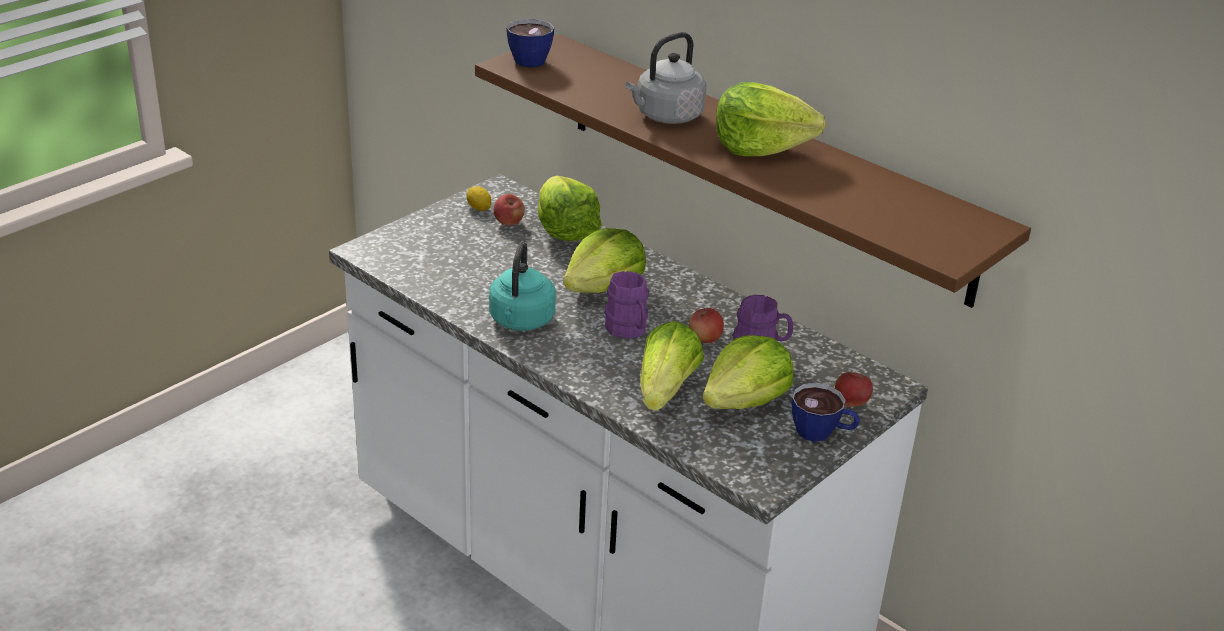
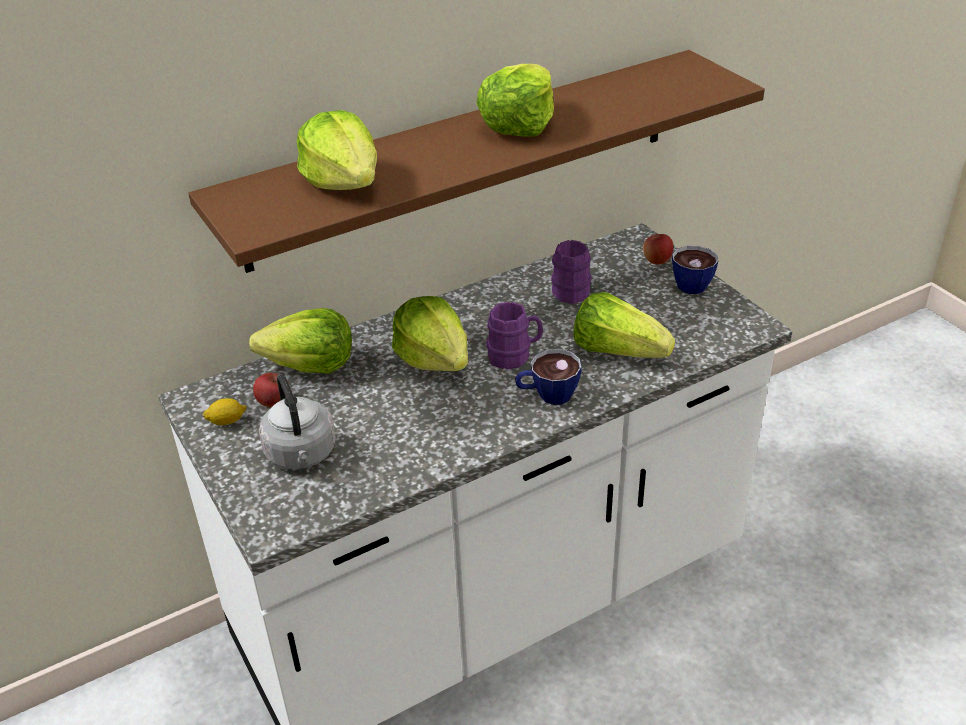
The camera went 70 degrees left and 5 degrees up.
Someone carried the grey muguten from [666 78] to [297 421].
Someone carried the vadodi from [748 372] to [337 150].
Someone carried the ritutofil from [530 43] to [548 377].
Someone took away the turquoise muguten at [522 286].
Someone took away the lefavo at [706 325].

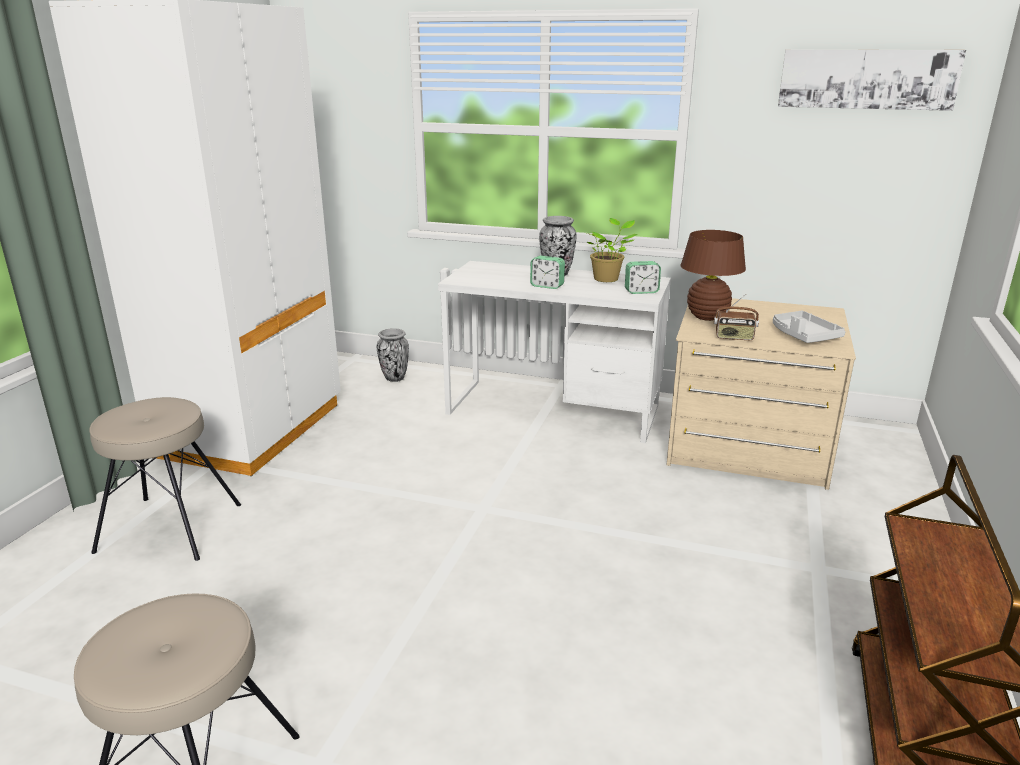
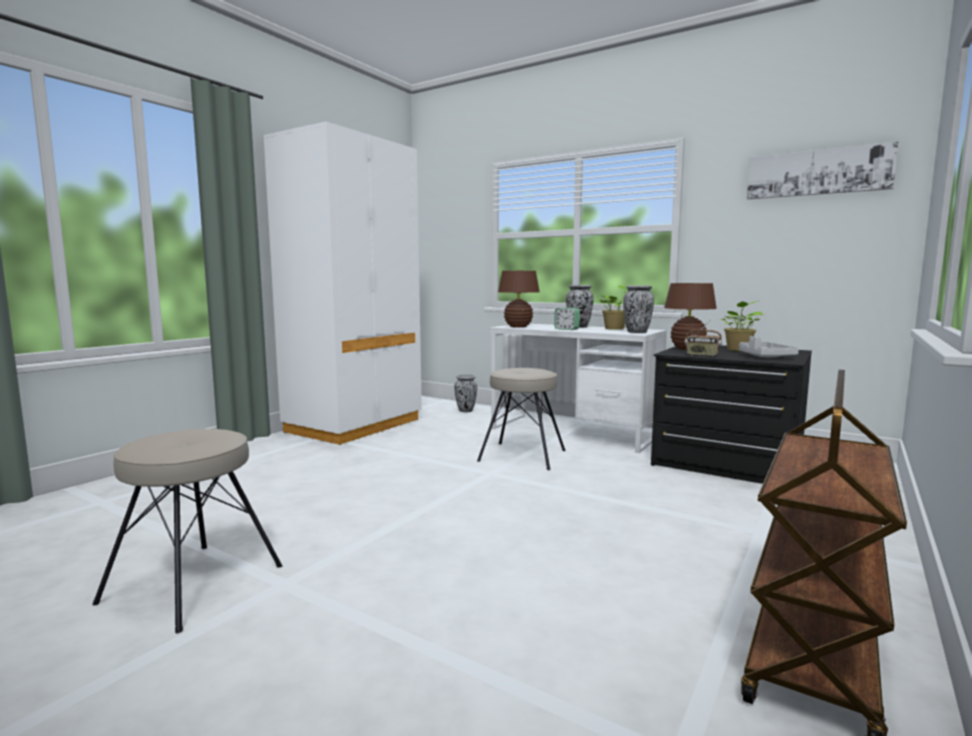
The camera went 15 degrees right and 15 degrees down.
Someone carried the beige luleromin from [165 479] to [521 419].
Someone put down the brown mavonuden at [519 299].
Someone swapped the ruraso at [643 277] for the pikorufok at [638 309].
Someone repainted the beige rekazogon at [761 394], which became the black rekazogon at [731 414].
Someone put down the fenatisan at [742 326].

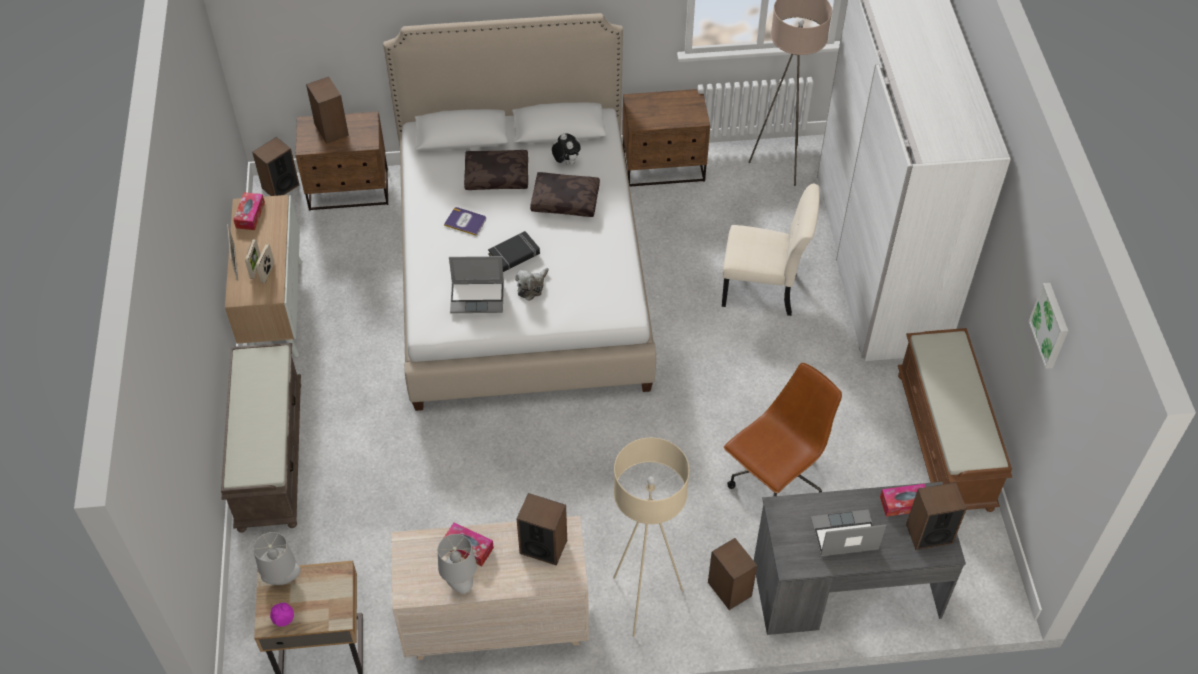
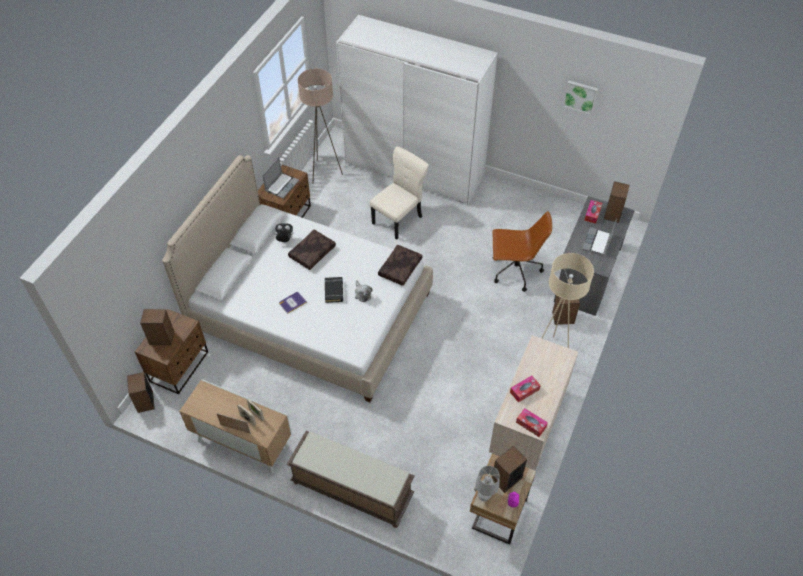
The camera went 60 degrees left and 0 degrees up.
Someone carried the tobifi from [476 284] to [281 177].
Someone carried the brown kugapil from [496 170] to [400 265].
Someone rotated the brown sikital at [783 429] by 105 degrees clockwise.
Someone carried the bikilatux from [541 529] to [509 469].
Someone carried the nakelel from [249 211] to [532 422].
Someone took away the grey mavonuden at [457 564].
Someone took away the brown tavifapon at [955 420].

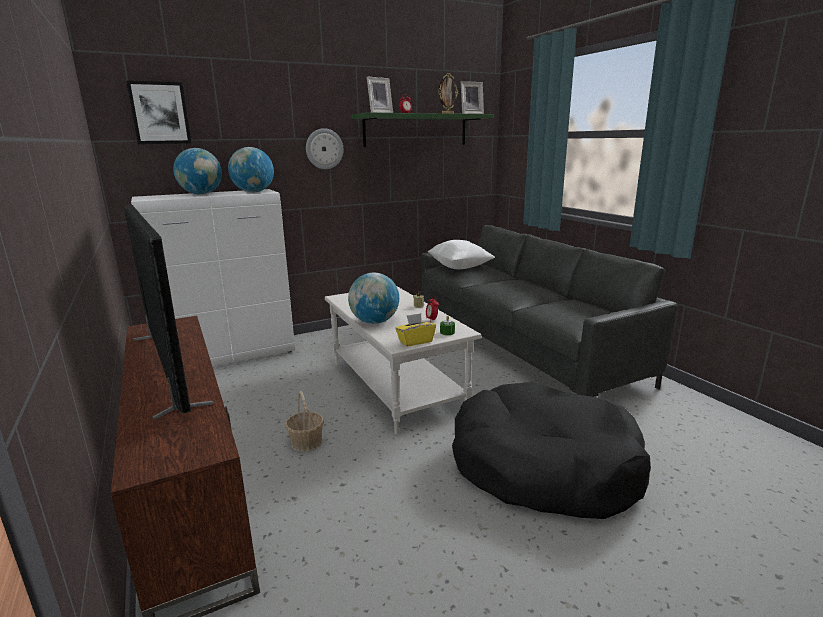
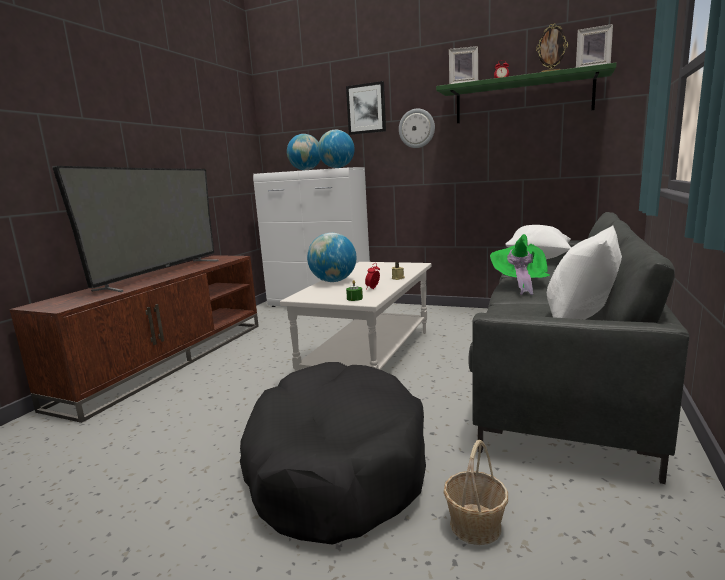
The camera went 50 degrees right and 5 degrees down.
Someone carried the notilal from [159 112] to [366 108].
Someone carried the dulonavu from [304 421] to [476 492].
Someone put down the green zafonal at [520 264].
Someone put down the white kugapil at [584 272].
Someone took away the yellow nakelel at [415 330].

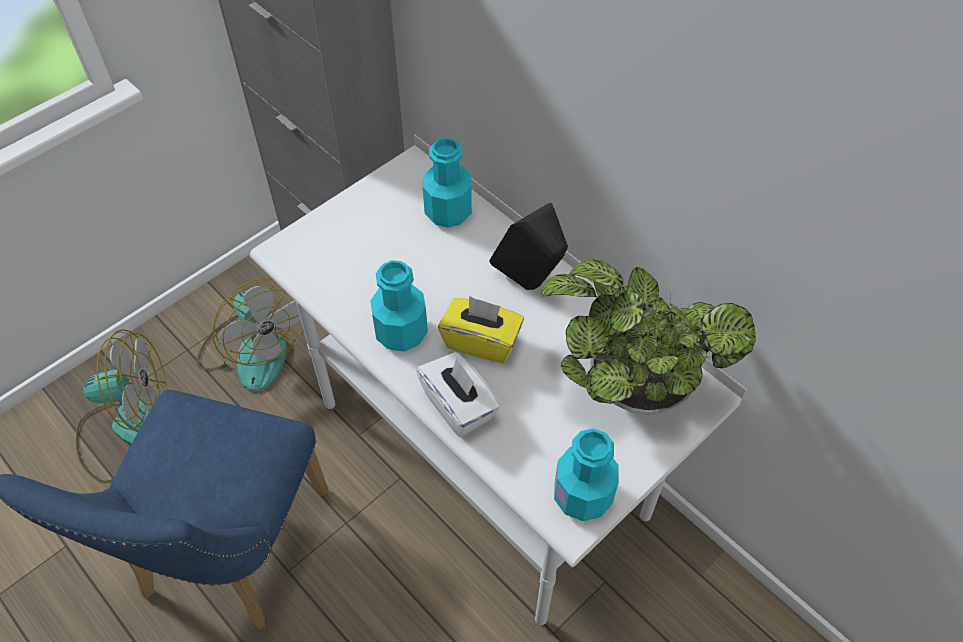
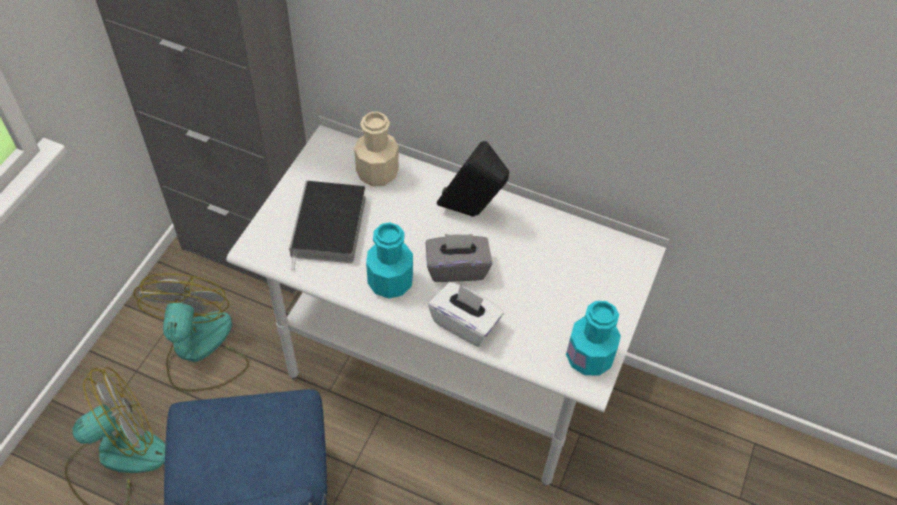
The camera went 25 degrees left and 0 degrees up.
Someone rotated the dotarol at [250 335] by 120 degrees counterclockwise.
Someone put down the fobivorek at [327 226].
Someone repainted the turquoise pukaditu at [447 183], which became the beige pukaditu at [376 149].
Someone repainted the yellow nakelel at [481 329], which became the grey nakelel at [459 258].
Someone took away the fenatisan at [648 337].

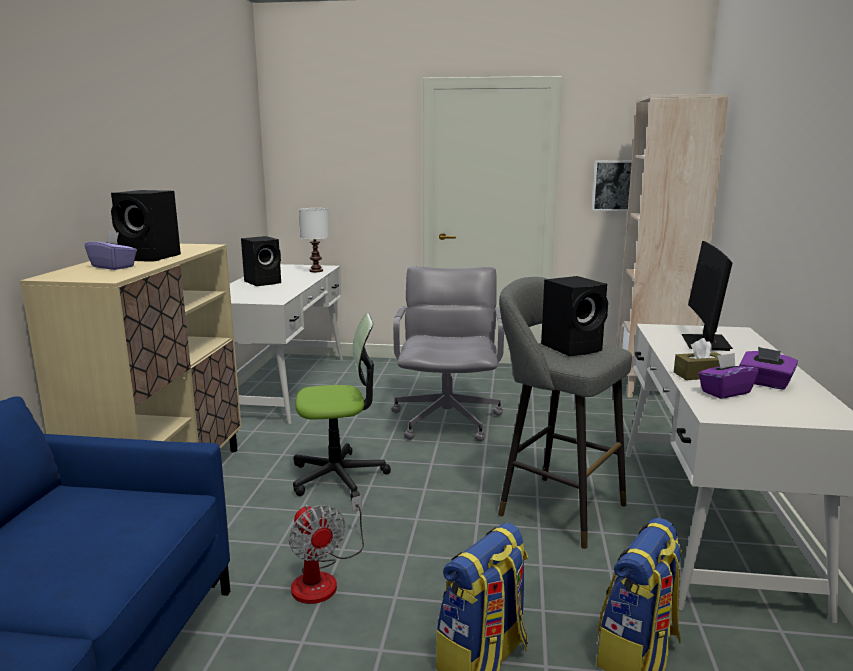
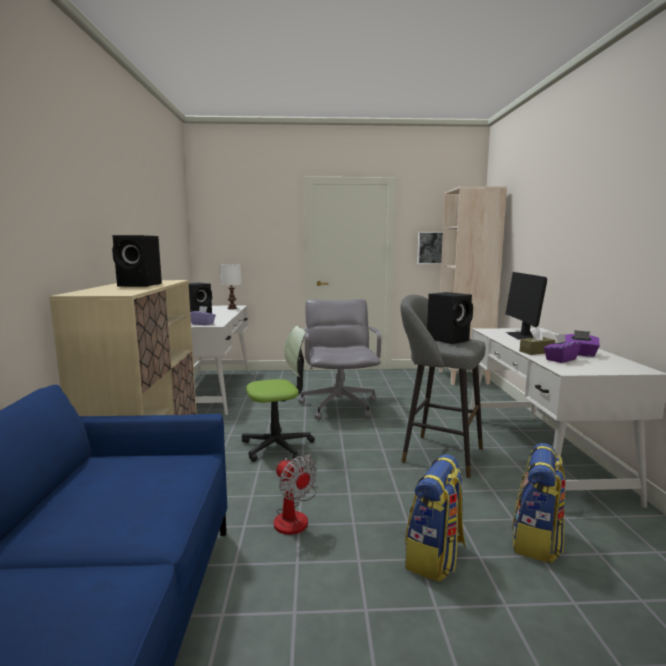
The camera went 10 degrees left and 5 degrees down.
Someone carried the purple nakelel from [111 250] to [203 315].

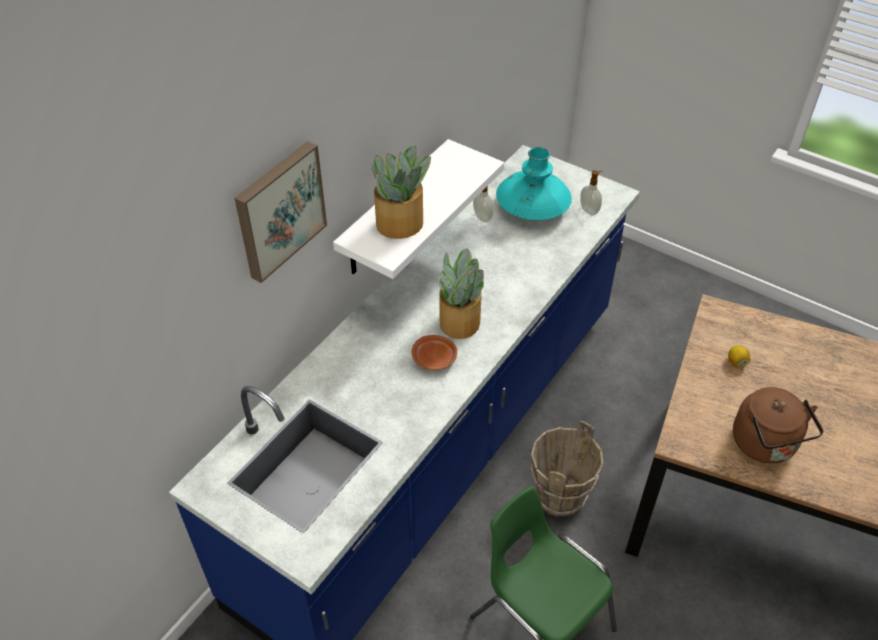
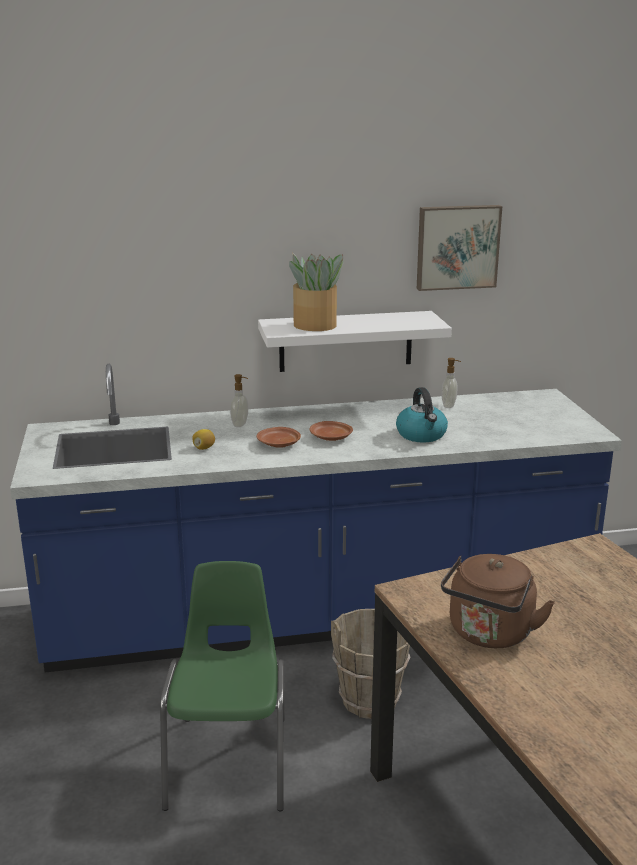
The camera went 45 degrees right and 25 degrees down.
Someone carried the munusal from [739 356] to [203 439].
Someone carried the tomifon from [591 192] to [239 400].
Someone swapped the fenatisan at [461 293] for the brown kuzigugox at [331 431].
Someone put down the muguten at [422 415].
Someone carried the notilal from [281 212] to [459 248].
Someone took away the turquoise pikorufok at [534 183].

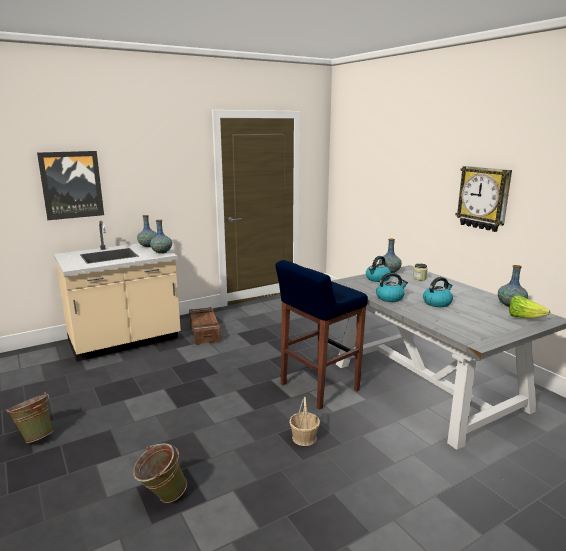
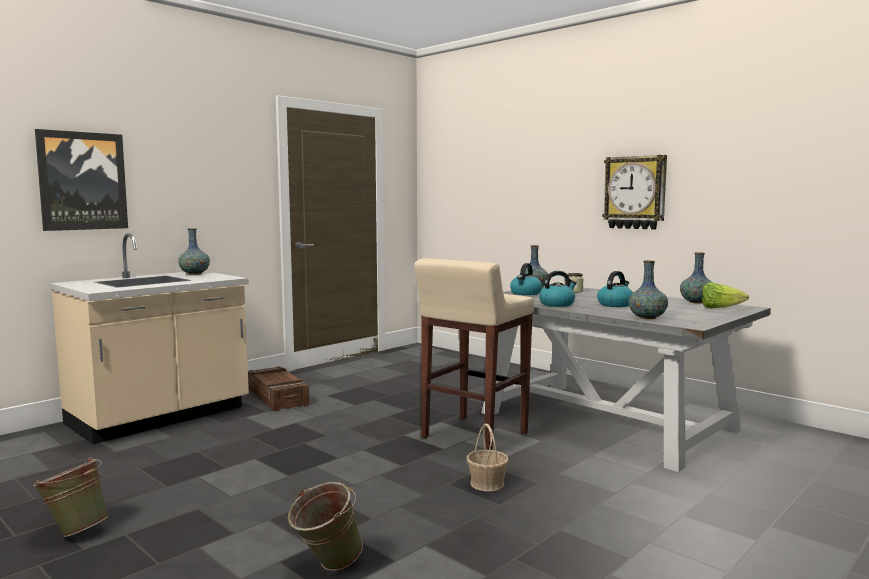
The camera went 15 degrees left and 10 degrees down.
Someone repainted the blue luleromin at [321 335], which became the beige luleromin at [474 354].
Someone carried the pikorufok from [161 236] to [648 290].

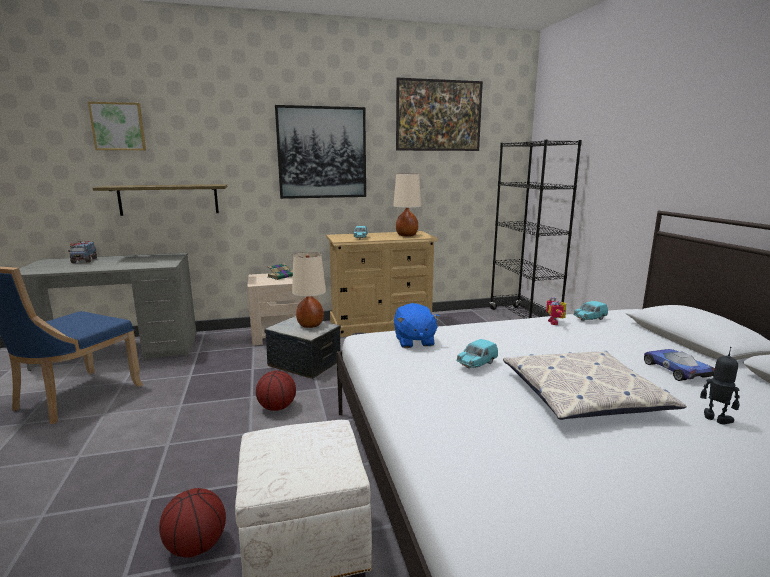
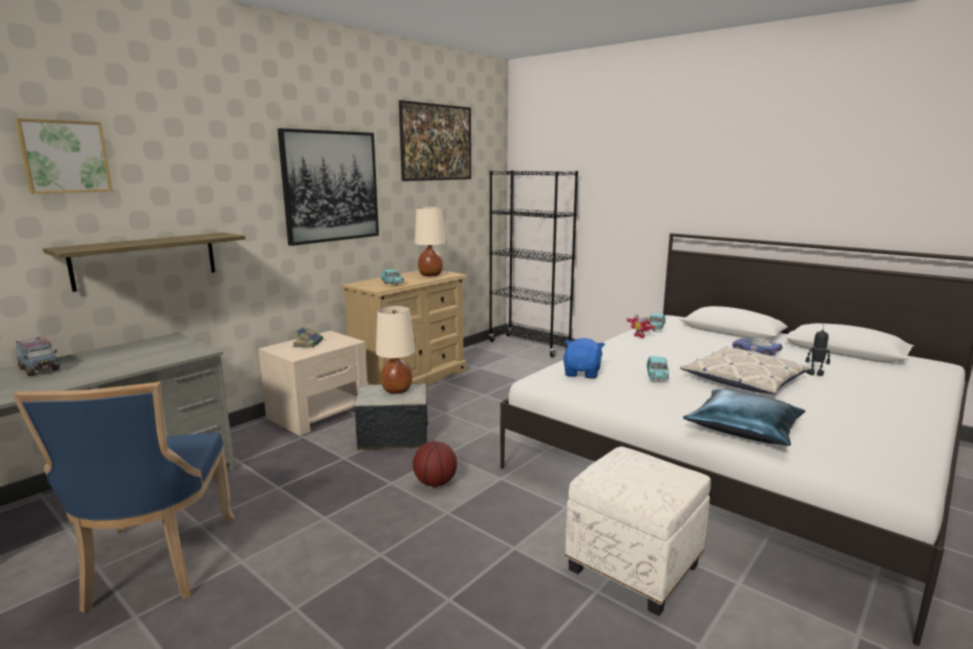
The camera went 35 degrees left and 0 degrees up.
Someone rotated the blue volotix at [417 325] by 120 degrees counterclockwise.
Someone put down the blue kugapil at [744 417].
Someone took away the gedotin at [192 523].

